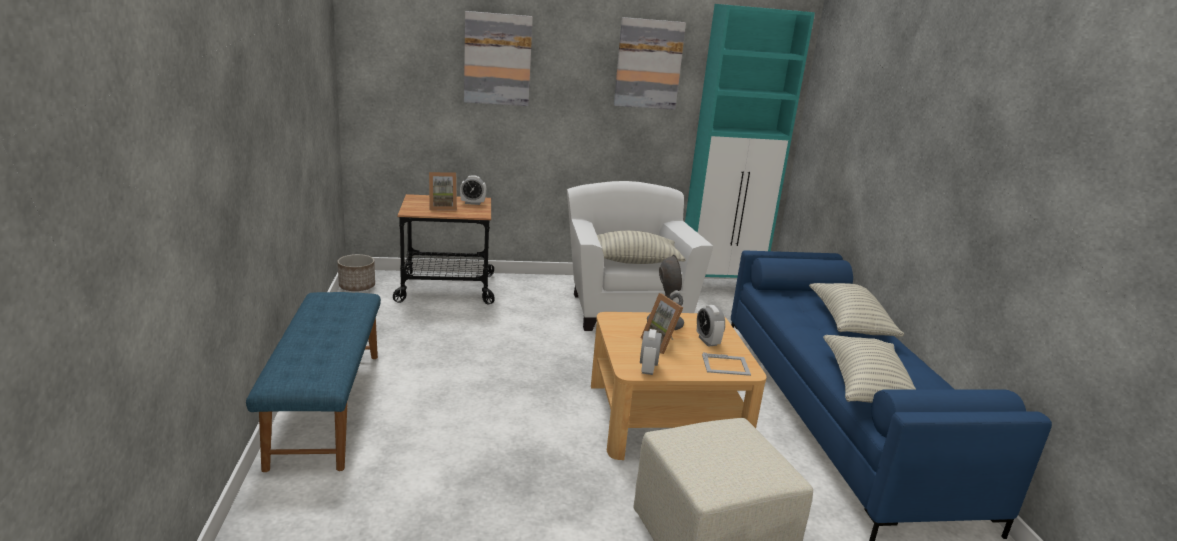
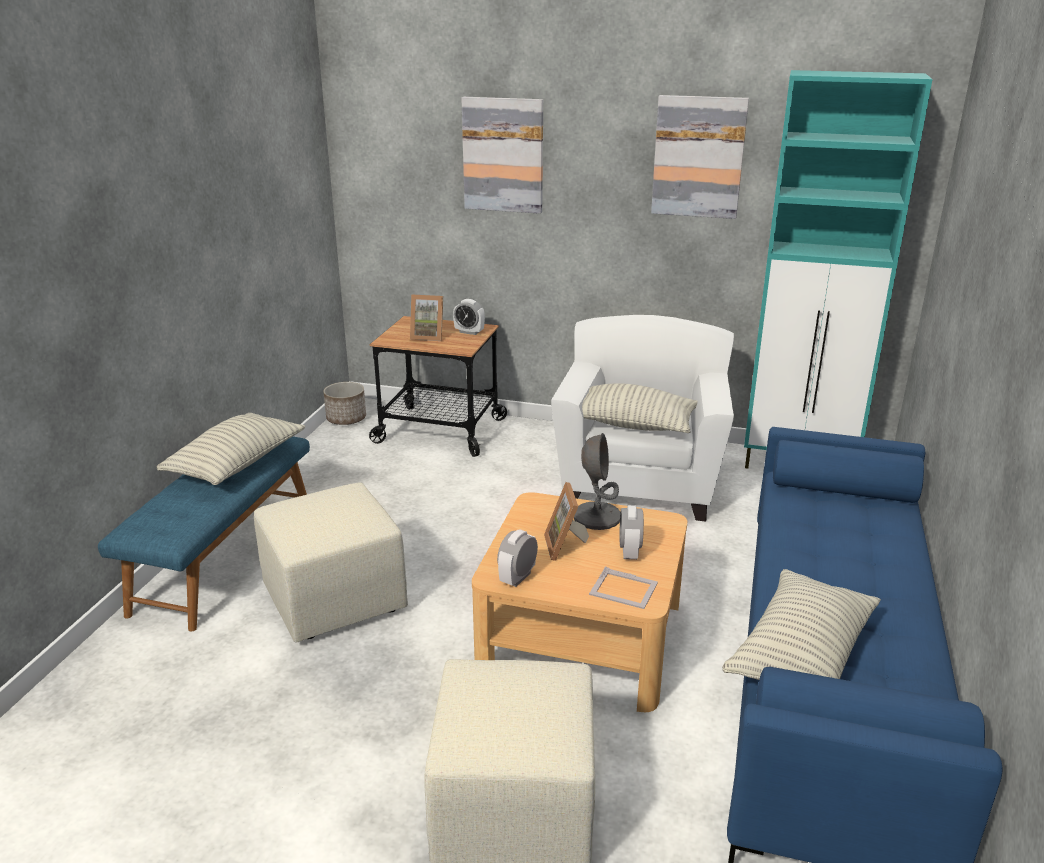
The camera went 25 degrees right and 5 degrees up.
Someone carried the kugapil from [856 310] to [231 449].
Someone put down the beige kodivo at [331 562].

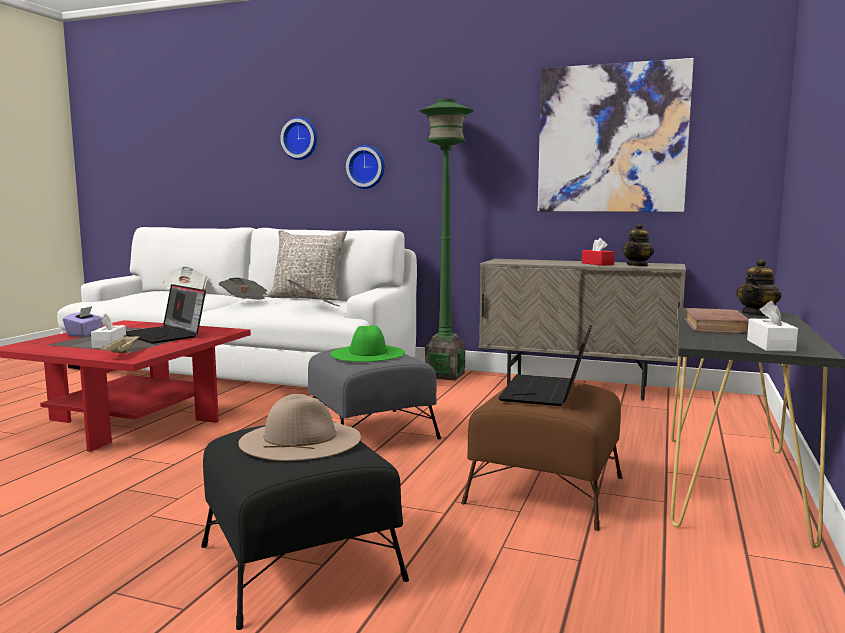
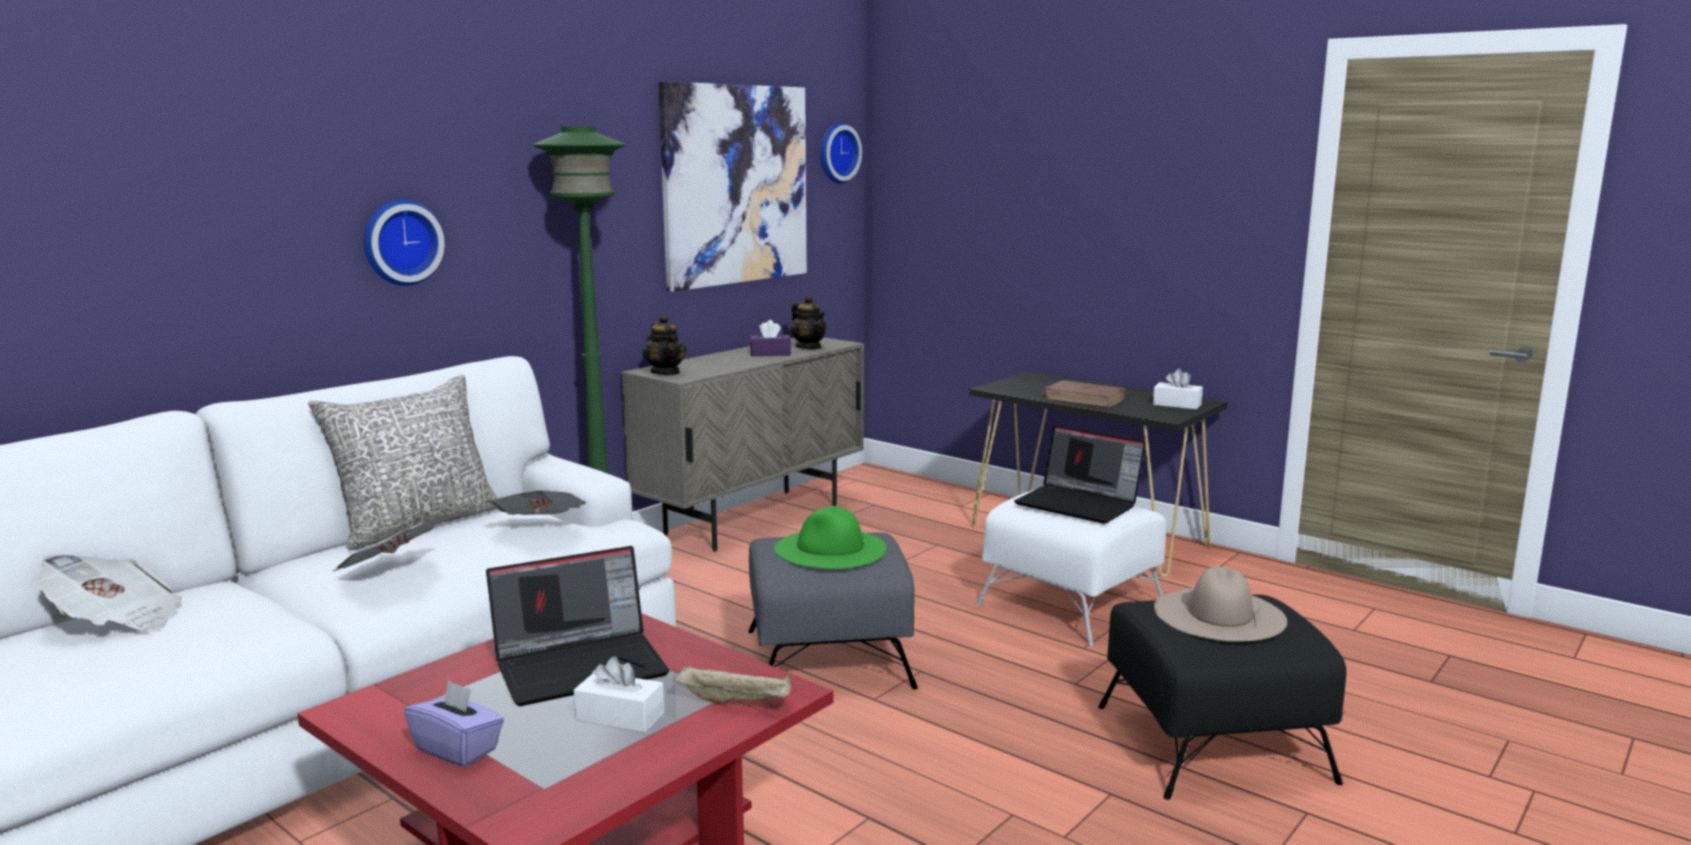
The camera went 70 degrees left and 5 degrees up.
Someone carried the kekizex from [759 287] to [664 345].
Someone repainted the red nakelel at [598 252], which became the purple nakelel at [770 338].
Someone carried the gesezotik from [298 138] to [841 153].
Someone repainted the brown kodivo at [541 456], which became the white kodivo at [1071 566].

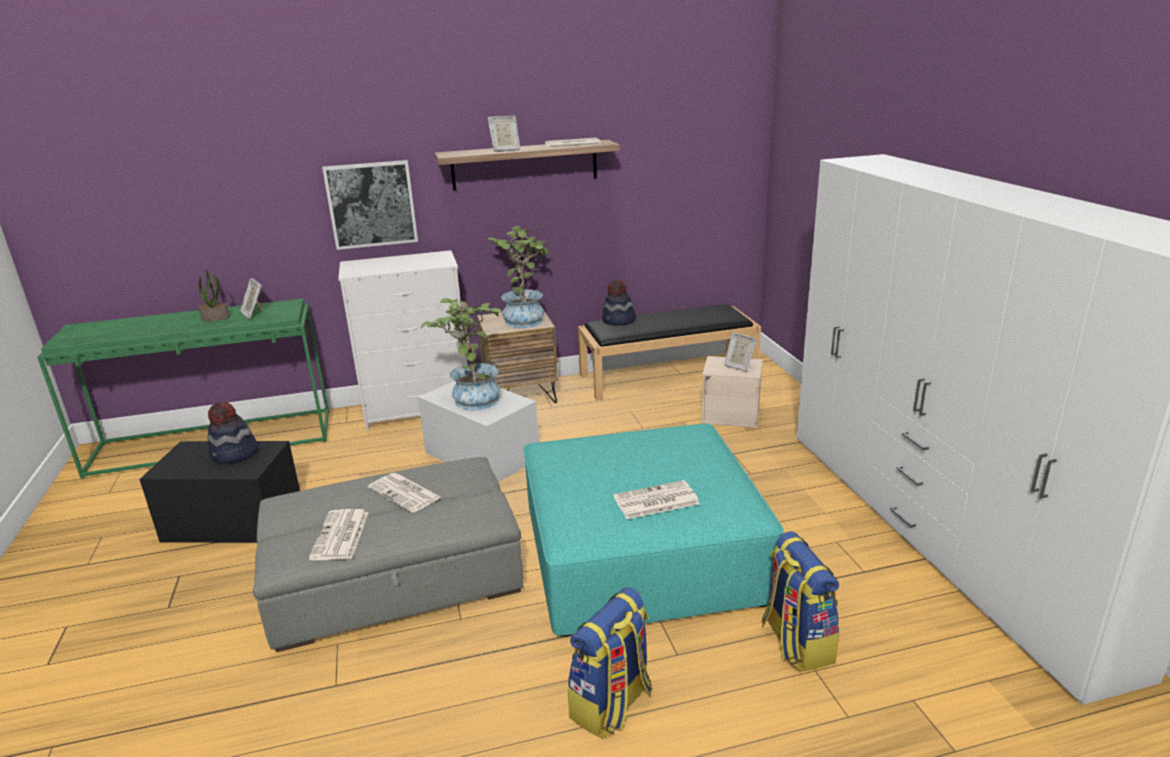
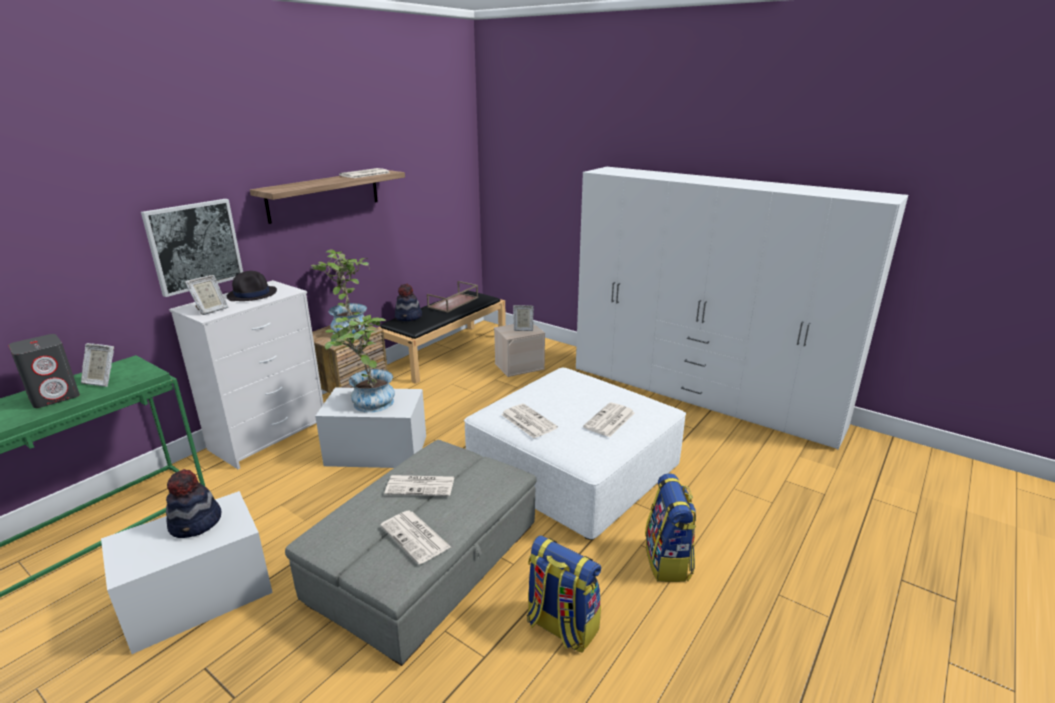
The camera went 40 degrees left and 0 degrees up.
Someone swapped the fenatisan at [214 295] for the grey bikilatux at [44 371].
Someone repainted the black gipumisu at [219 492], which became the white gipumisu at [187 572].
Someone carried the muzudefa from [504 134] to [206 295].
Someone put down the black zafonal at [252 286].
Someone put down the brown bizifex at [452 297].
Someone repainted the turquoise kodivo at [653 530], which became the white kodivo at [575 453].
Someone put down the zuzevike at [529 421].
Someone carried the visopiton from [800 601] to [564 594].

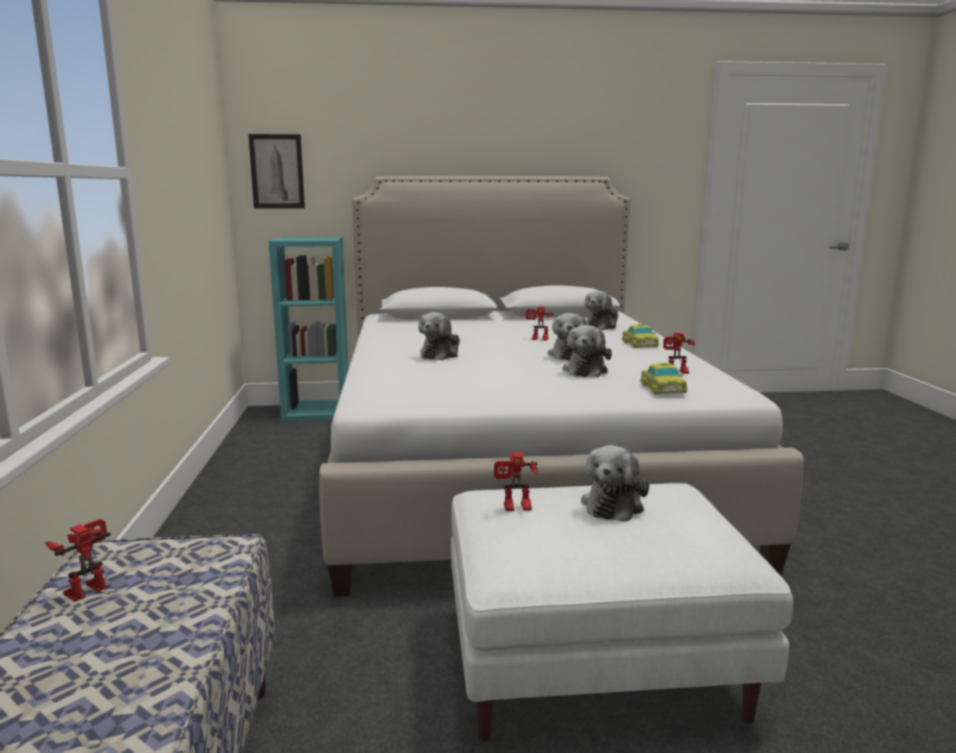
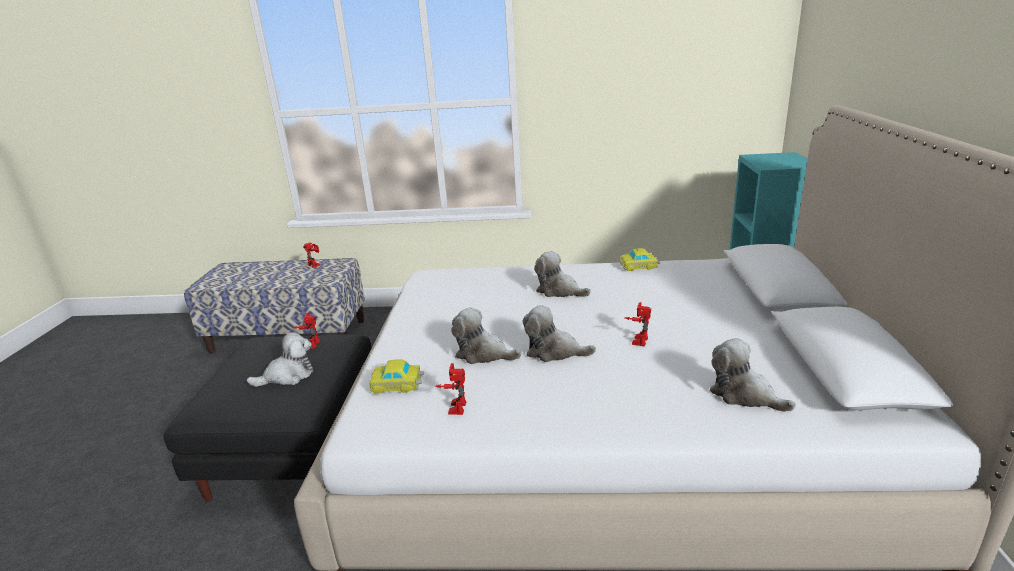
The camera went 100 degrees right and 10 degrees up.
Someone repainted the white kodivo at [622 612], which became the black kodivo at [267 418].
Someone rotated the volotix at [615 483] by 120 degrees clockwise.
Someone carried the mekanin from [640 336] to [640 259].
Someone took away the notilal at [276 171].

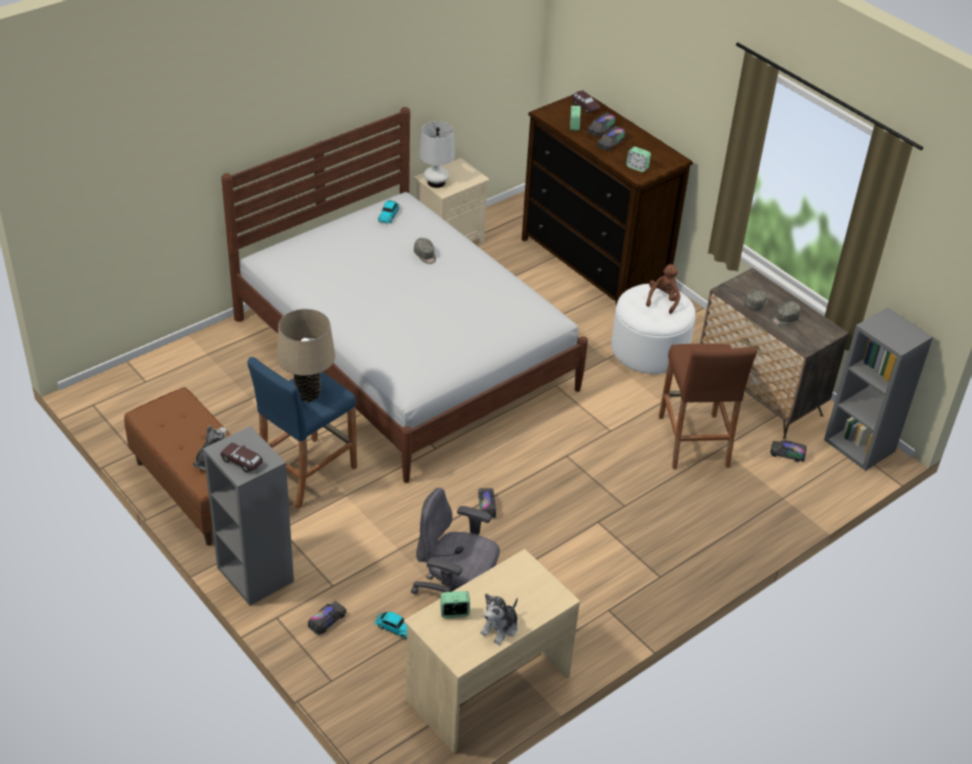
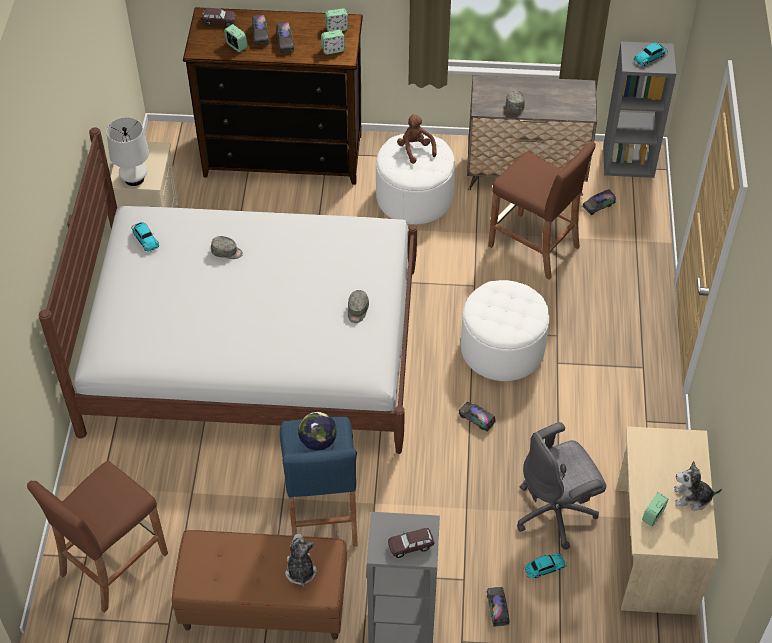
The camera went 45 degrees left and 10 degrees up.
Someone put down the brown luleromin at [97 537].
Someone swapped the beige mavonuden at [305 355] for the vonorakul at [317 432].
Someone put down the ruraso at [337 20].
Someone carried the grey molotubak from [786 313] to [358 306].
Someone put down the white kodivo at [505 330].
Someone put down the mekanin at [651 54].
Someone rotated the volotix at [499 619] by 105 degrees clockwise.

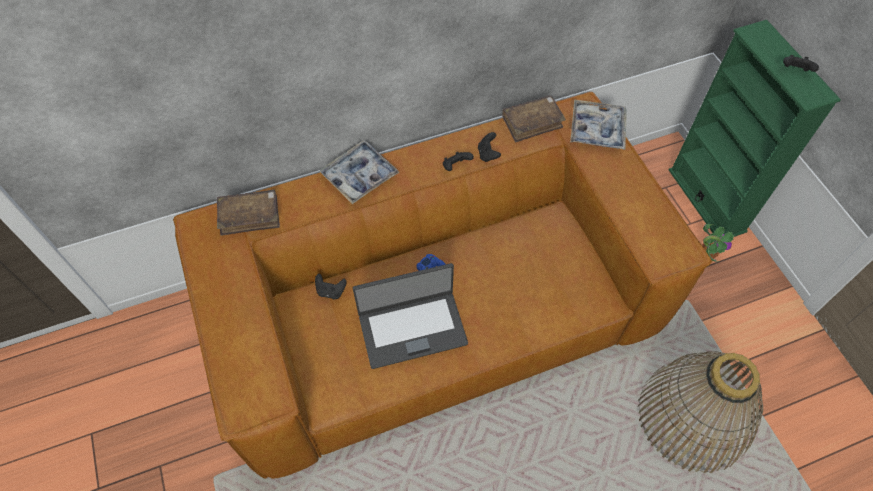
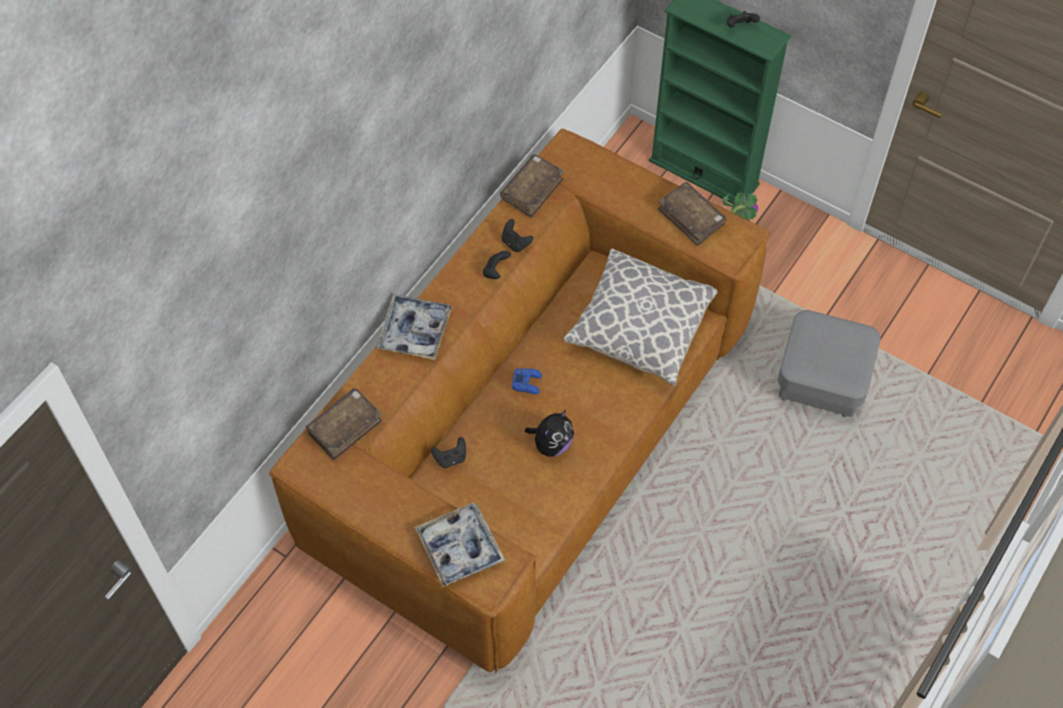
The camera went 35 degrees left and 0 degrees up.
Someone carried the bizifex from [598 124] to [460 545].
Someone swapped the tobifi at [410 316] for the volotix at [549 433].
Someone put down the kugapil at [641 317].
Someone put down the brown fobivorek at [692 214].
Someone swapped the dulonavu at [700 412] for the grey kodivo at [829 363].

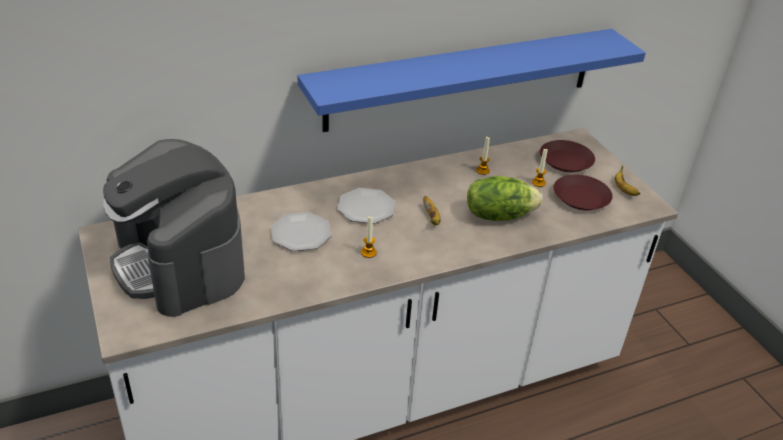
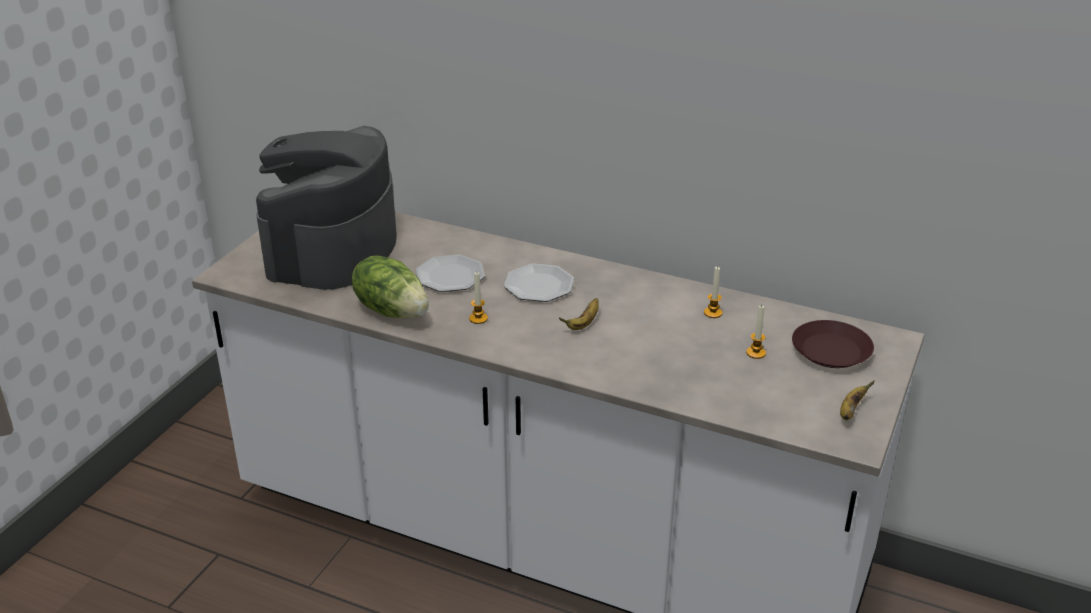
The camera went 50 degrees right and 5 degrees down.
Someone carried the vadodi from [504 198] to [390 286].
Someone took away the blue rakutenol at [472 80].
Someone took away the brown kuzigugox at [583 193].

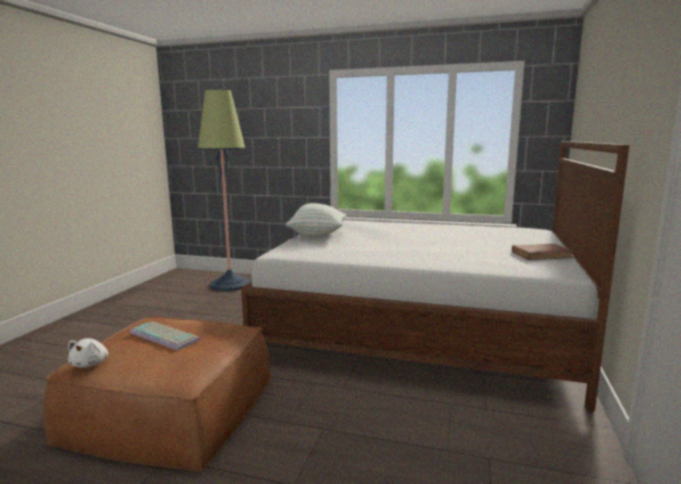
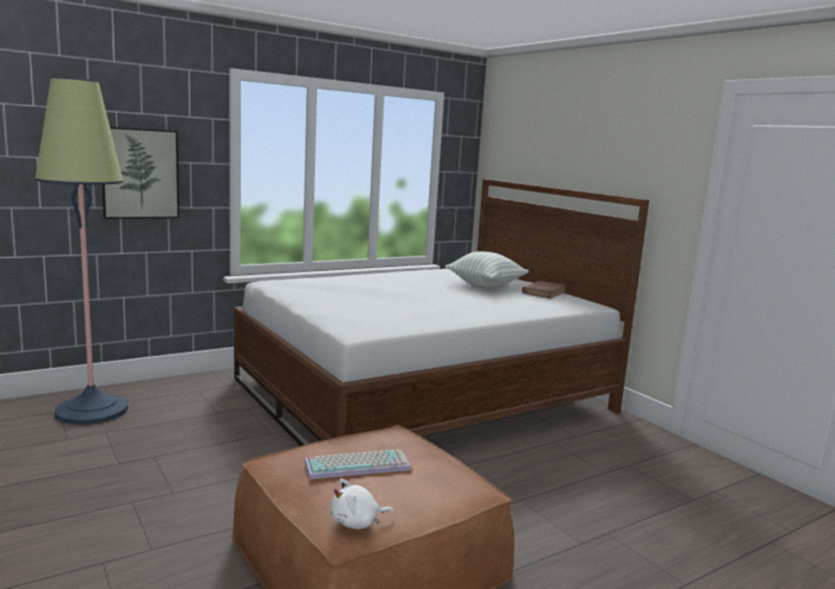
The camera went 50 degrees left and 0 degrees up.
Someone put up the notilal at [140 173].
Someone rotated the white volotix at [88 353] by 120 degrees clockwise.
Someone carried the kugapil from [316 220] to [487 269].

